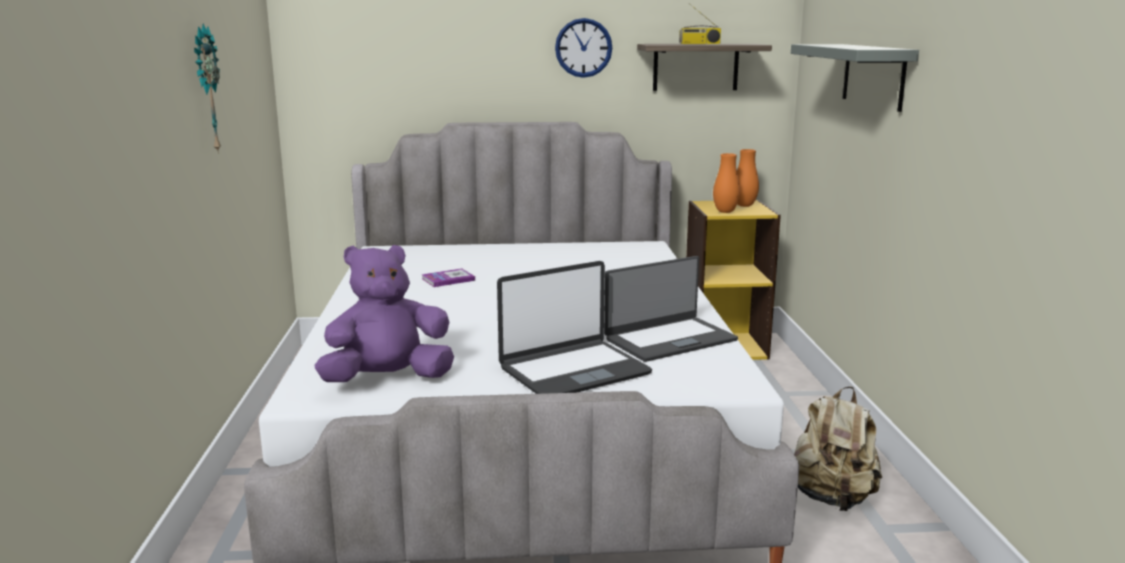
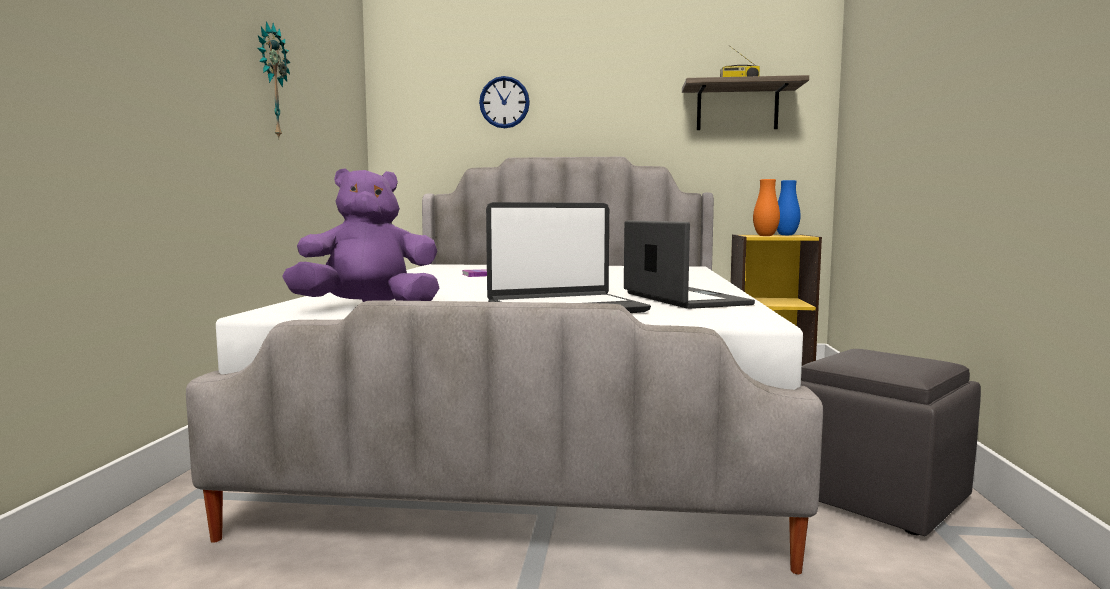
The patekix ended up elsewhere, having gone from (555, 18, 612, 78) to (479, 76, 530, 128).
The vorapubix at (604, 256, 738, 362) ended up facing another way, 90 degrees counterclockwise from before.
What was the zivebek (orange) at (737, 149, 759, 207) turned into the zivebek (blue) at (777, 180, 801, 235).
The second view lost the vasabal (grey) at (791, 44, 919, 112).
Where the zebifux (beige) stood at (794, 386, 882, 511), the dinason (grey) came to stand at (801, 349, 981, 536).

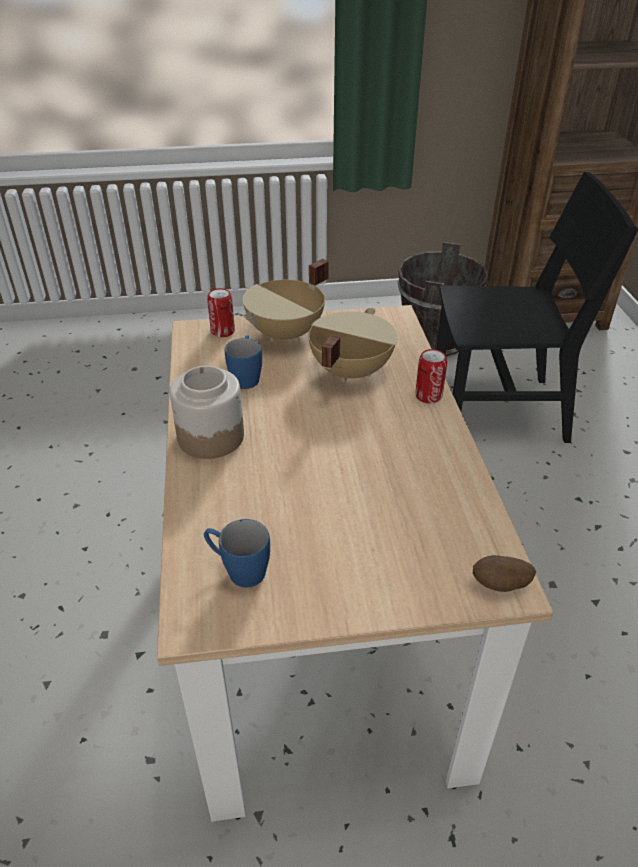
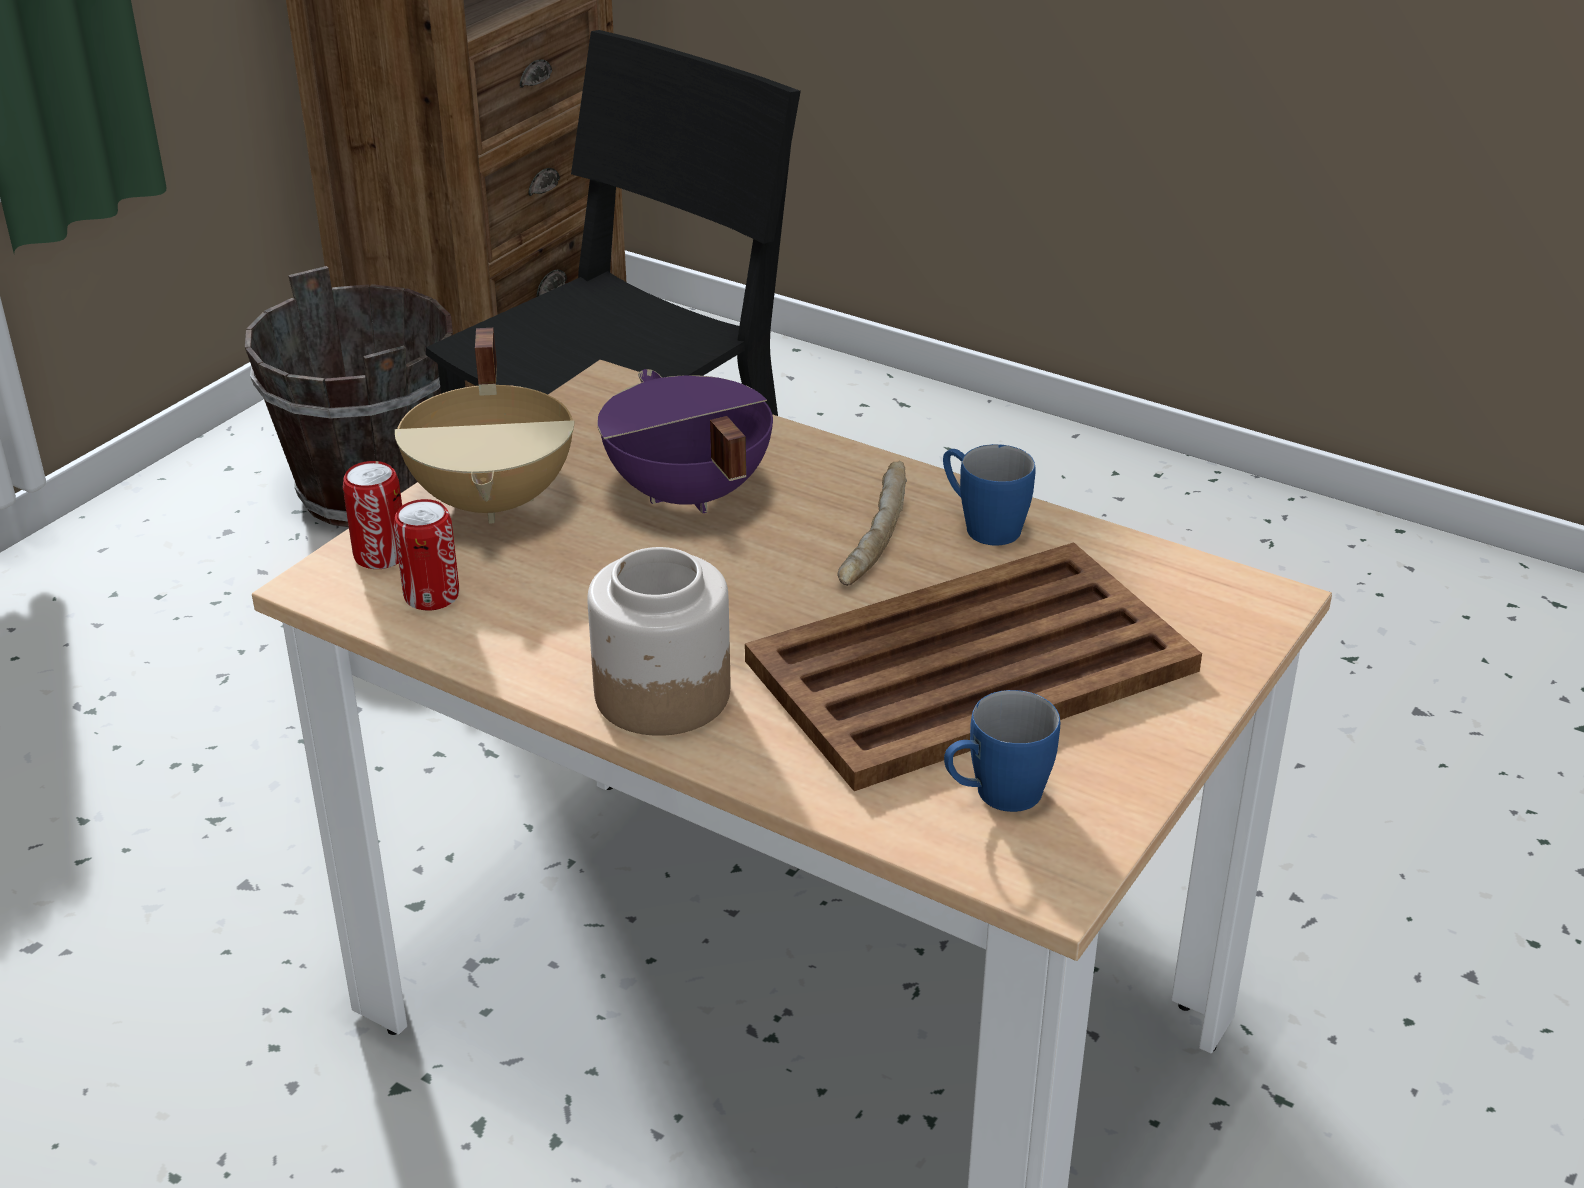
The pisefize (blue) ended up elsewhere, having gone from (225, 336, 262, 389) to (943, 444, 1036, 545).
What was the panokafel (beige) at (308, 308, 397, 382) turned into the panokafel (purple) at (597, 369, 773, 514).
The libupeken ended up elsewhere, having gone from (415, 349, 447, 403) to (394, 499, 459, 611).
The second view lost the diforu at (473, 555, 536, 592).
The second view gained the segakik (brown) at (745, 542, 1202, 791).
The second view gained the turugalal at (837, 461, 907, 586).

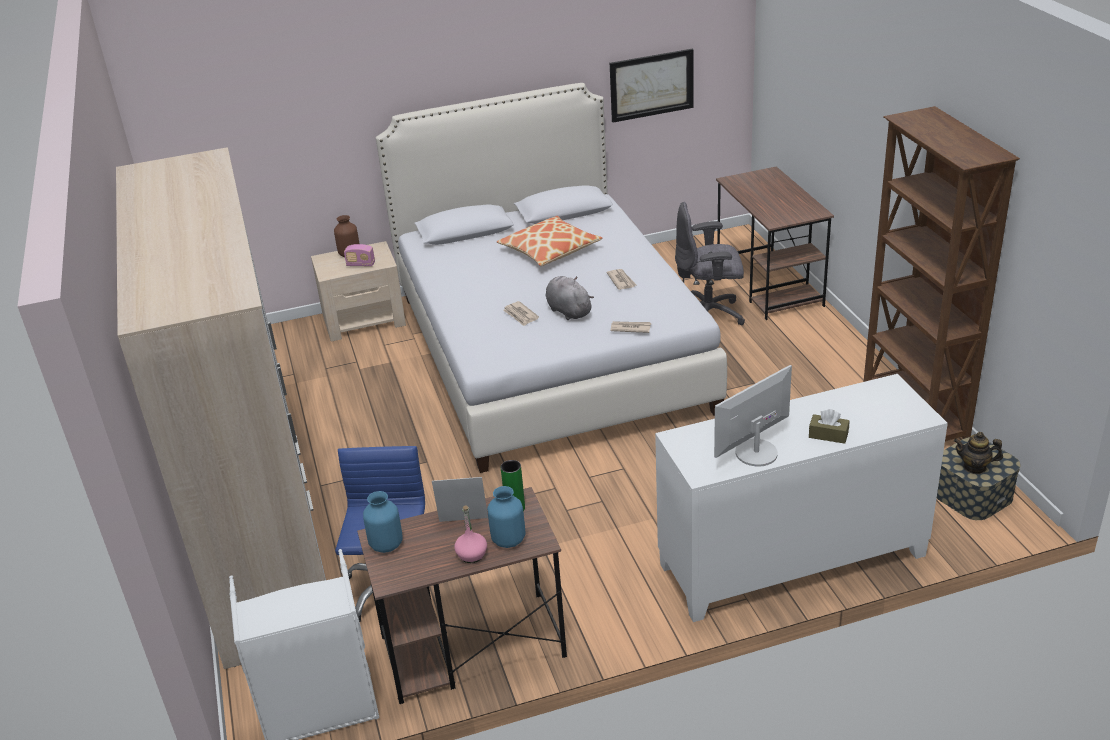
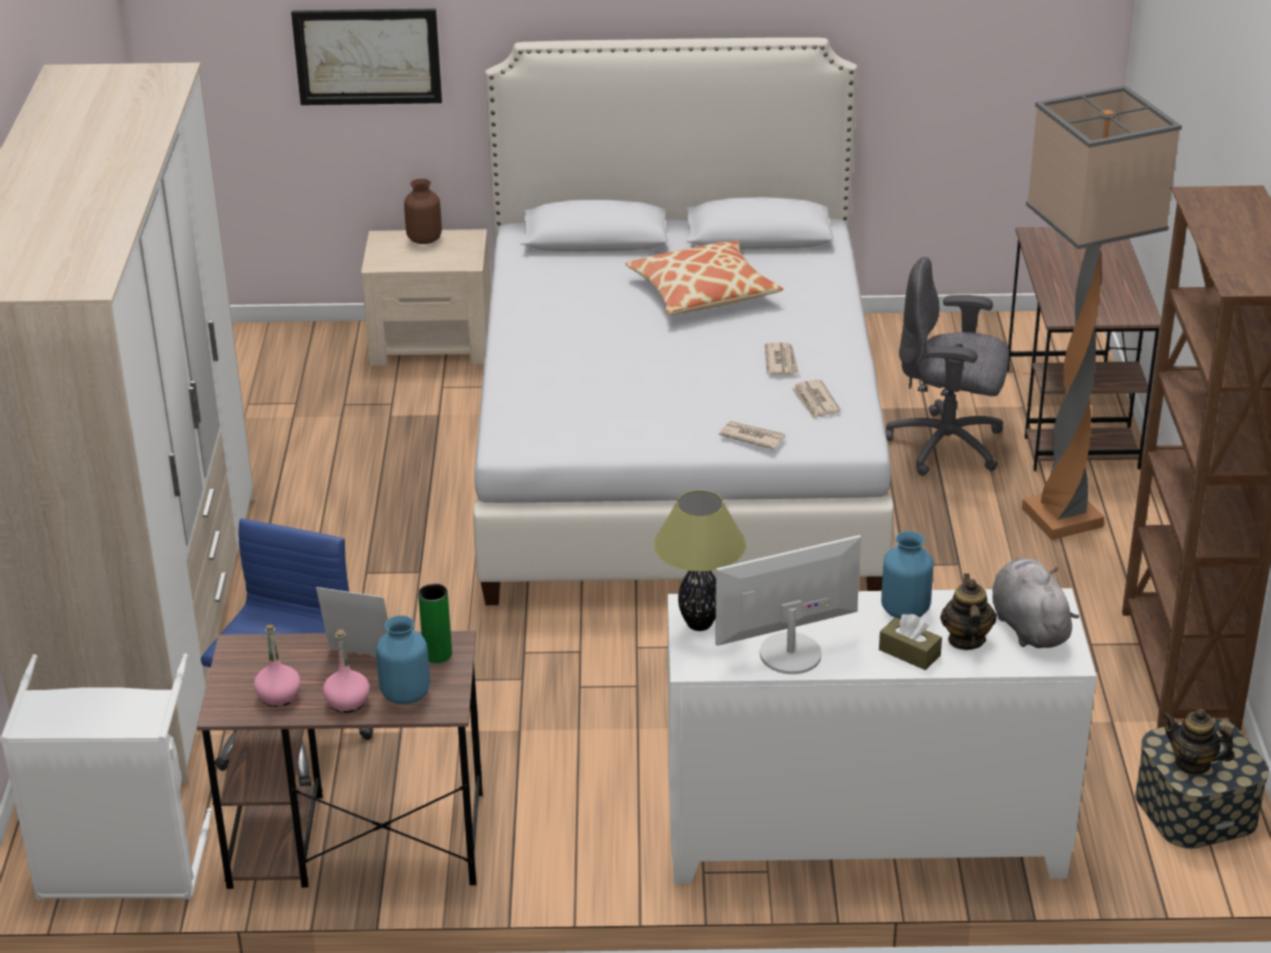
The second view lost the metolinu at (344, 244, 375, 266).
The zivebek (blue) ended up elsewhere, having gone from (363, 491, 403, 553) to (881, 531, 933, 619).
The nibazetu ended up elsewhere, having gone from (503, 301, 539, 326) to (792, 379, 841, 419).
The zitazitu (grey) ended up elsewhere, having gone from (546, 276, 594, 320) to (992, 558, 1079, 648).
The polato ended up elsewhere, having gone from (610, 49, 694, 122) to (291, 8, 442, 105).
The second view gained the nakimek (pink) at (254, 625, 301, 707).
The second view gained the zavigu at (654, 490, 746, 631).
The second view gained the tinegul at (940, 573, 997, 650).
The second view gained the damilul at (1022, 85, 1182, 540).

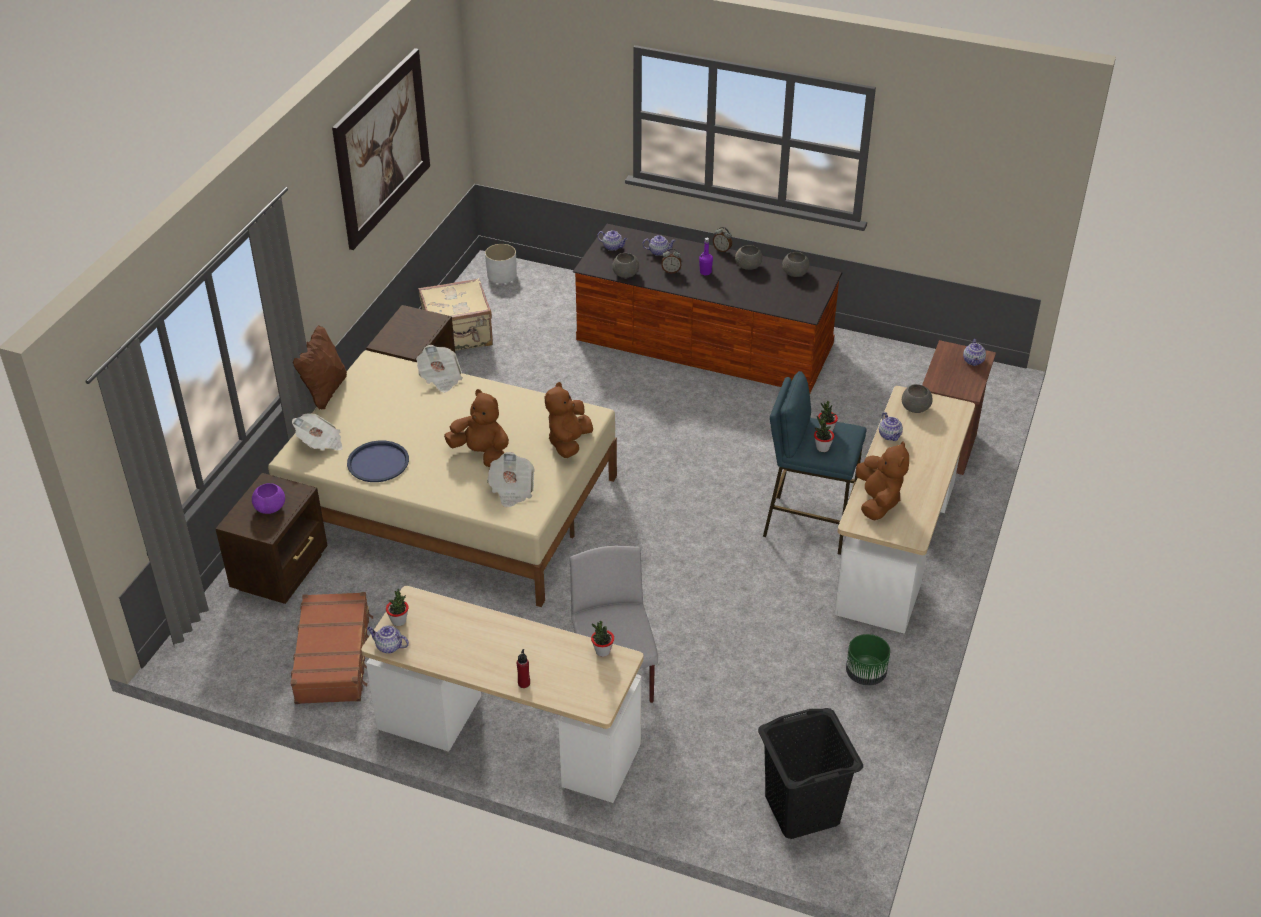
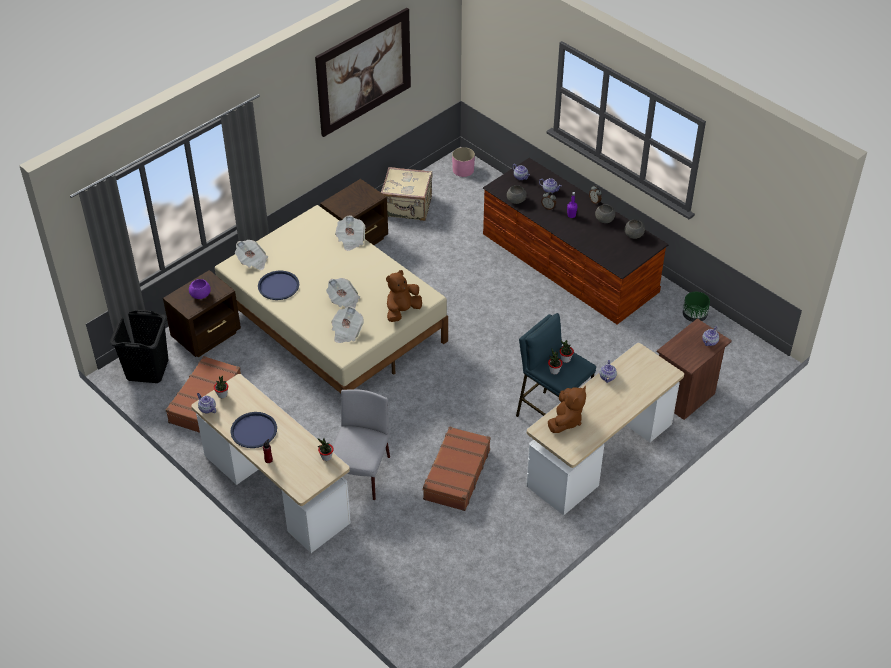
The second view lost the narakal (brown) at (293, 326, 347, 410).
Where the zitazitu (brown) stood at (444, 389, 509, 467), the nibazetu came to stand at (326, 278, 360, 307).
What was the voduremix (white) at (485, 244, 517, 284) turned into the voduremix (pink) at (452, 147, 475, 177).
The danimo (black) ended up elsewhere, having gone from (758, 708, 863, 839) to (109, 310, 169, 383).
The voduremix (green) ended up elsewhere, having gone from (846, 634, 890, 686) to (683, 292, 710, 322).
The second view lost the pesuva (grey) at (902, 384, 933, 413).
The second view gained the segakik (blue) at (230, 412, 277, 448).
The second view gained the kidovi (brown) at (422, 426, 491, 511).

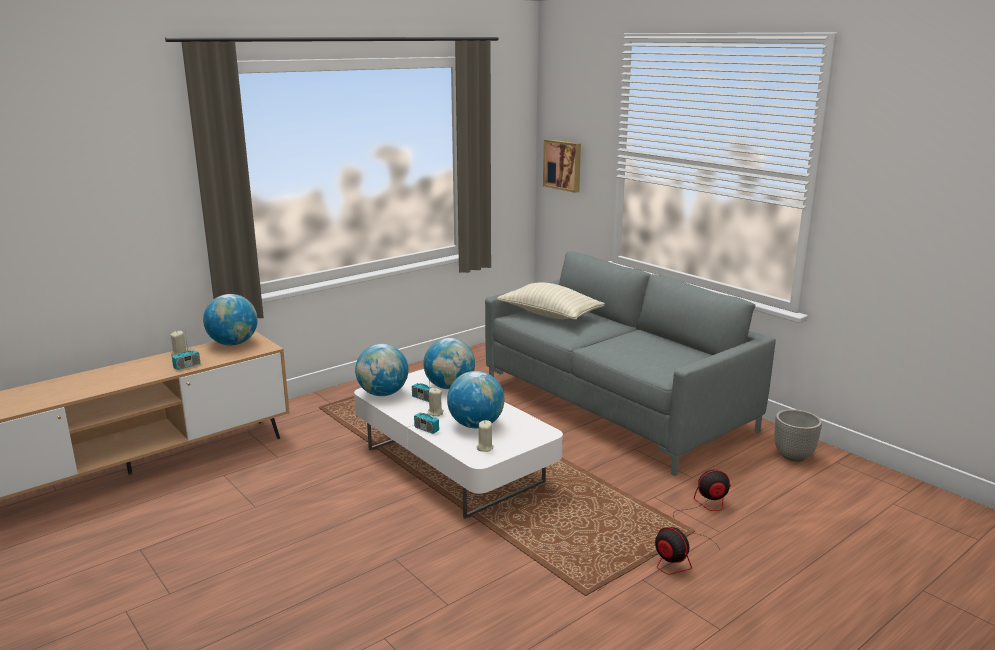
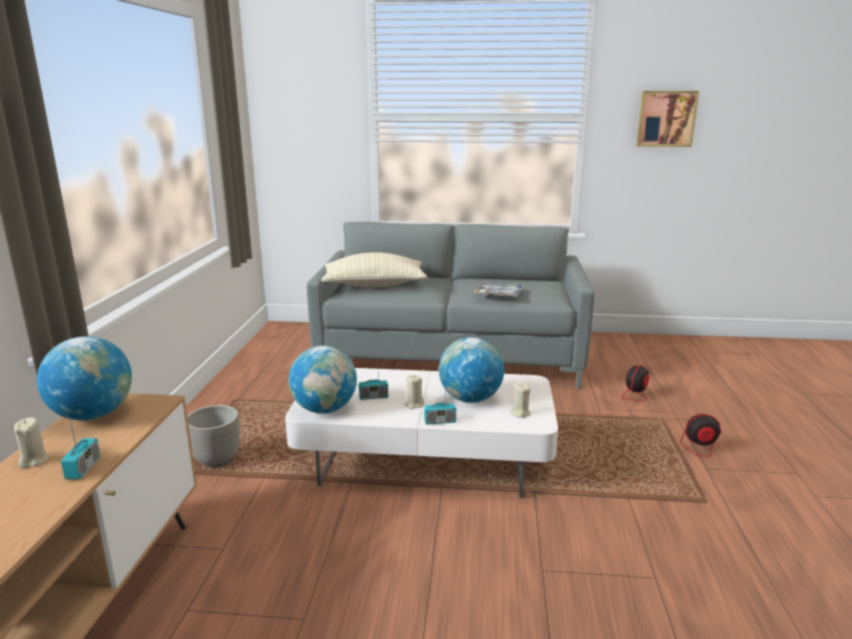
The second view lost the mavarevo at (423, 338, 475, 389).
The polato ended up elsewhere, having gone from (543, 139, 581, 193) to (636, 91, 699, 147).
The voduremix ended up elsewhere, having gone from (774, 409, 822, 462) to (187, 405, 240, 467).
The second view gained the segakik at (474, 283, 524, 298).

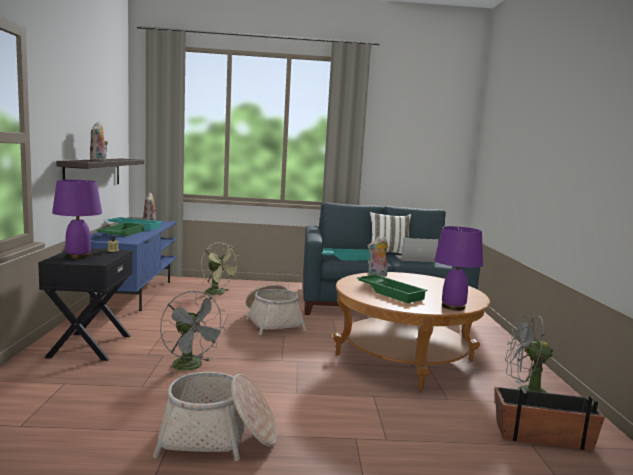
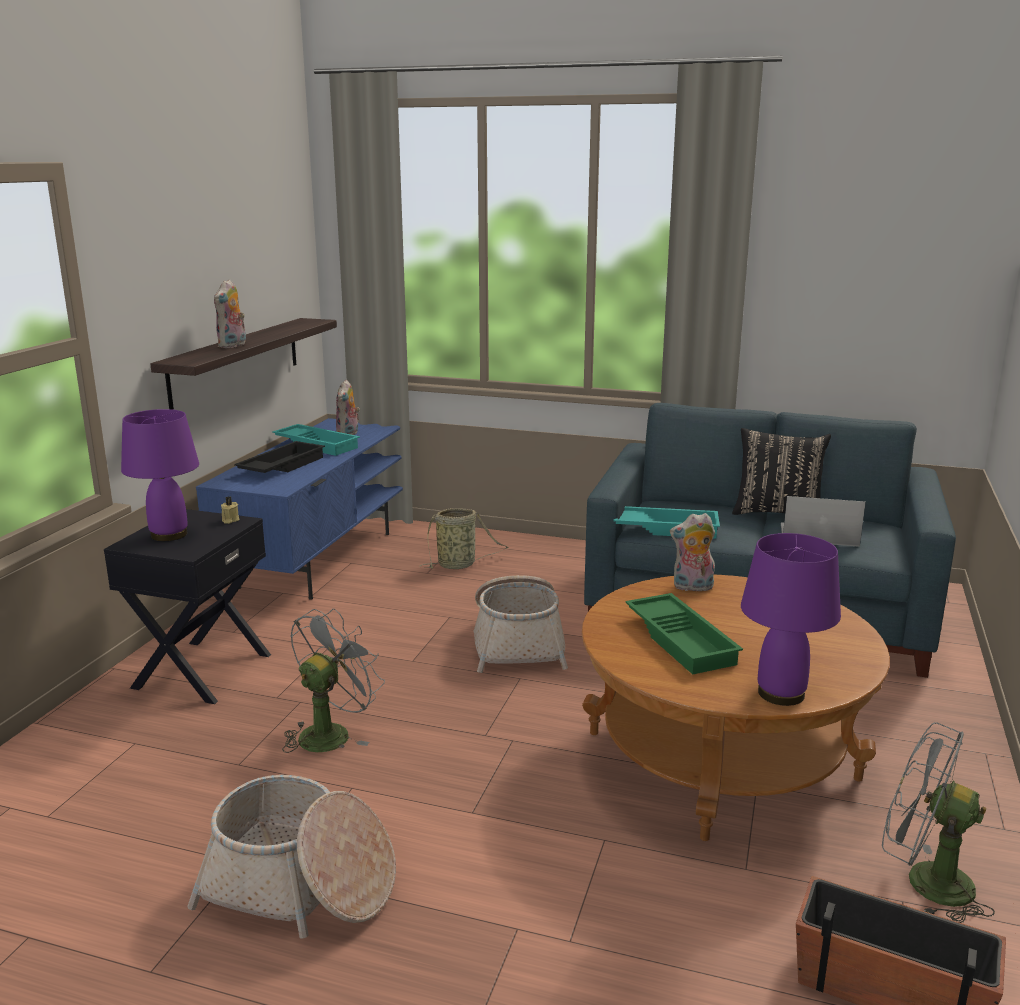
What was the segakik (green) at (96, 223, 145, 236) turned into the segakik (black) at (234, 441, 325, 473).
The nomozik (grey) at (160, 291, 225, 375) ended up facing another way, 120 degrees counterclockwise from before.
Where the nomozik (green) stood at (201, 242, 241, 297), the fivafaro came to stand at (419, 508, 509, 569).
What was the narakal (white) at (370, 212, 411, 254) turned into the narakal (black) at (732, 428, 831, 515).

